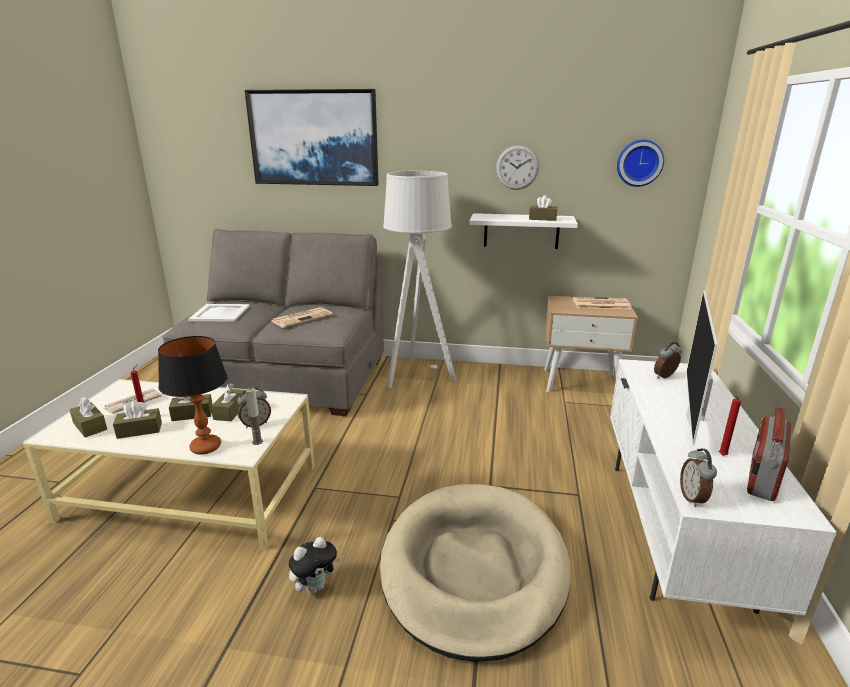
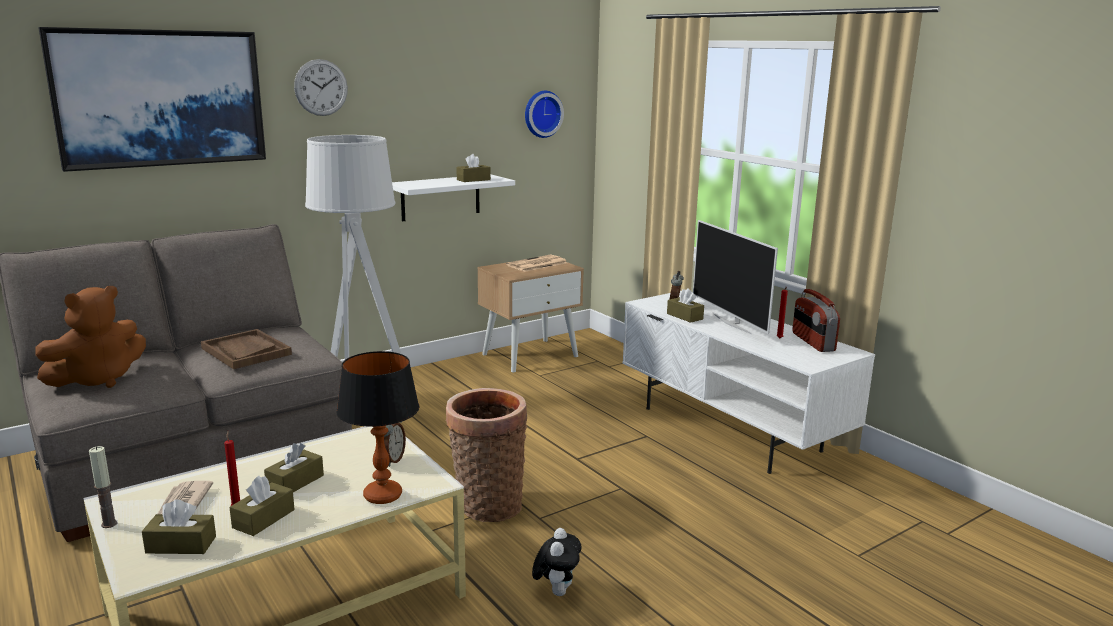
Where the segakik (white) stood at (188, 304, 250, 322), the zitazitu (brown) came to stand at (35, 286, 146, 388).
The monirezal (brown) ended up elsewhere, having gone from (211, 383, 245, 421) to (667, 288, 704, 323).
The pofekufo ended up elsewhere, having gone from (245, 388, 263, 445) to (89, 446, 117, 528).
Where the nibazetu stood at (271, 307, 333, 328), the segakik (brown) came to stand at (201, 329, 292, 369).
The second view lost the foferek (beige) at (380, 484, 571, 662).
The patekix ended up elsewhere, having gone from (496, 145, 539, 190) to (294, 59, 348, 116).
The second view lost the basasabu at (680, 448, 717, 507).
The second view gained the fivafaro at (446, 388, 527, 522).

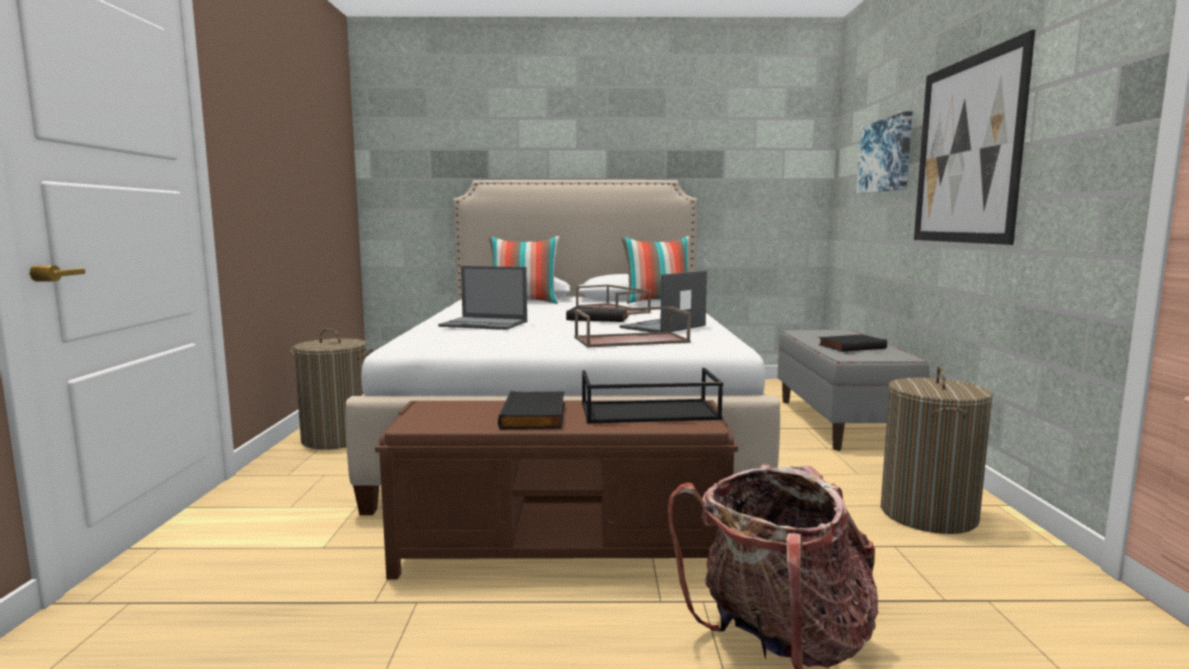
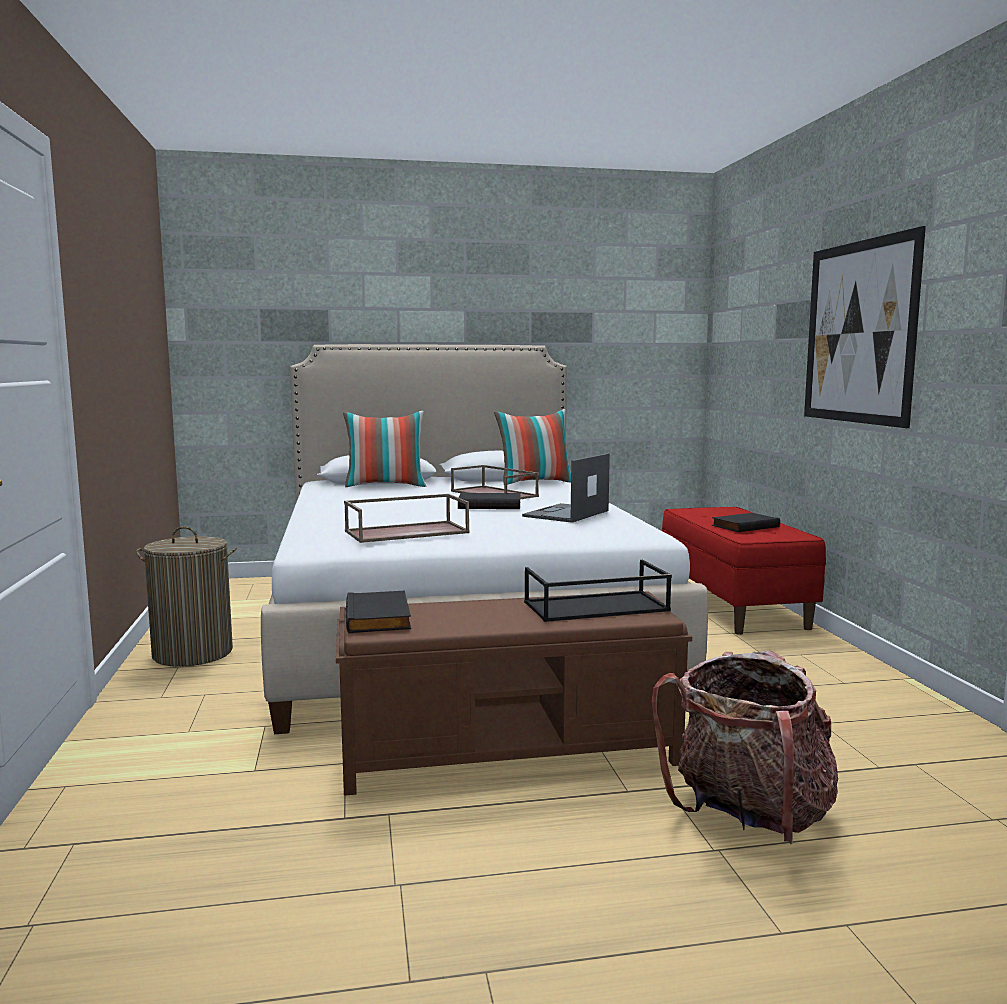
The second view lost the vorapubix at (438, 266, 527, 330).
The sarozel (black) ended up elsewhere, having gone from (498, 391, 565, 429) to (346, 591, 411, 633).
The segakik (brown) ended up elsewhere, having gone from (575, 306, 691, 347) to (344, 494, 470, 543).
What was the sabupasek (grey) at (778, 330, 929, 451) turned into the sabupasek (red) at (662, 507, 826, 635).
The second view lost the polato at (856, 111, 913, 194).
The second view lost the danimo at (881, 366, 993, 534).

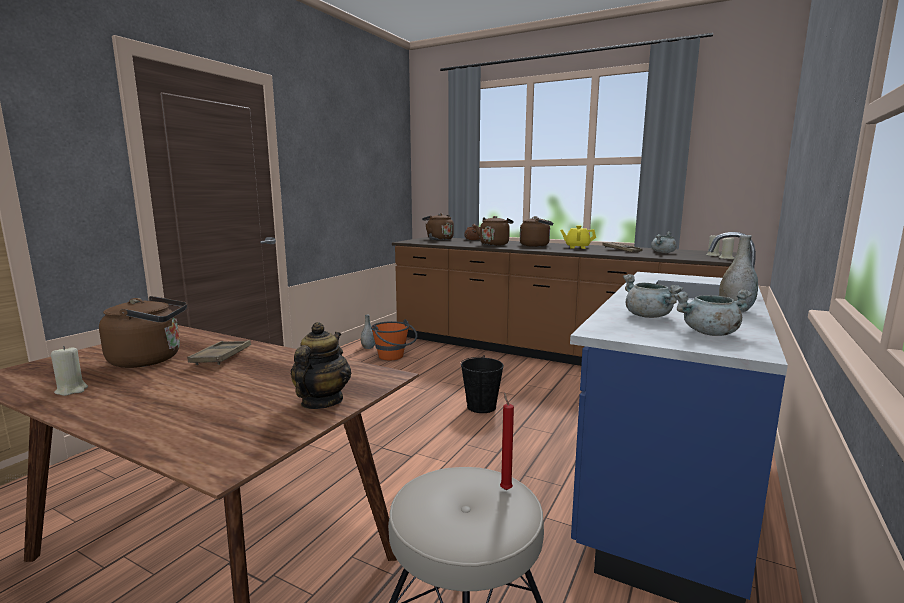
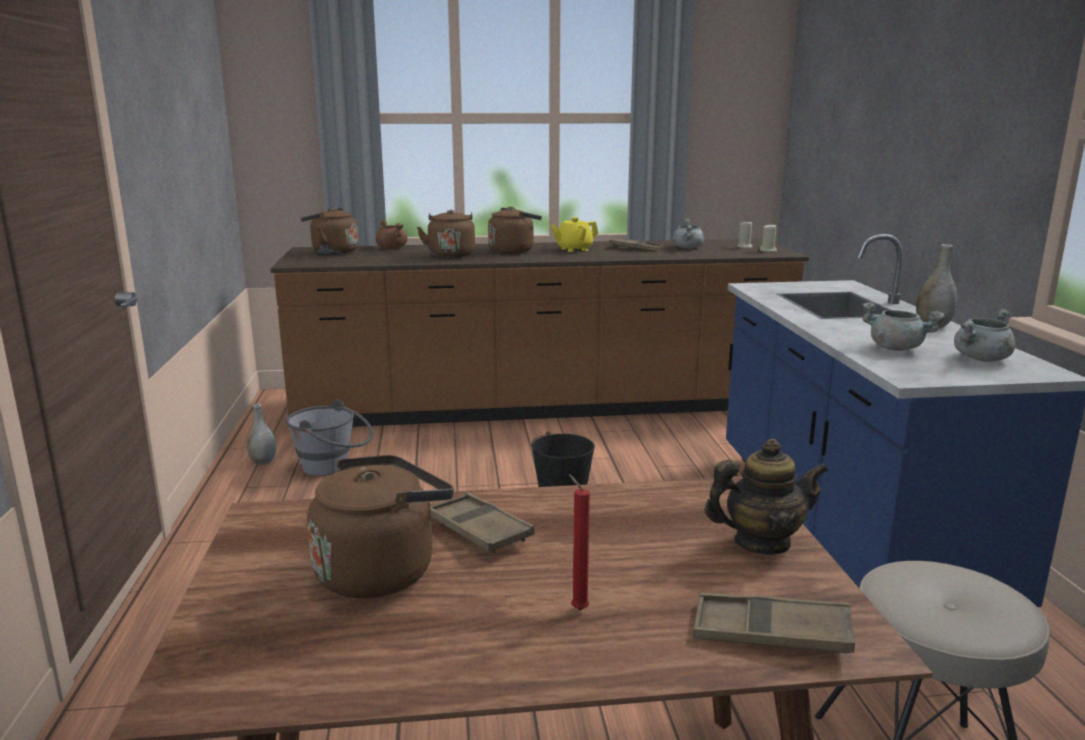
The second view lost the pofekufo (beige) at (51, 346, 88, 396).
The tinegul at (291, 322, 351, 409) ended up facing another way, 105 degrees clockwise from before.
What was the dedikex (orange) at (371, 319, 417, 360) turned into the dedikex (grey) at (286, 399, 373, 476).
The pofekufo (red) ended up elsewhere, having gone from (500, 392, 514, 490) to (569, 474, 590, 610).
The second view gained the segakik (brown) at (693, 593, 855, 653).

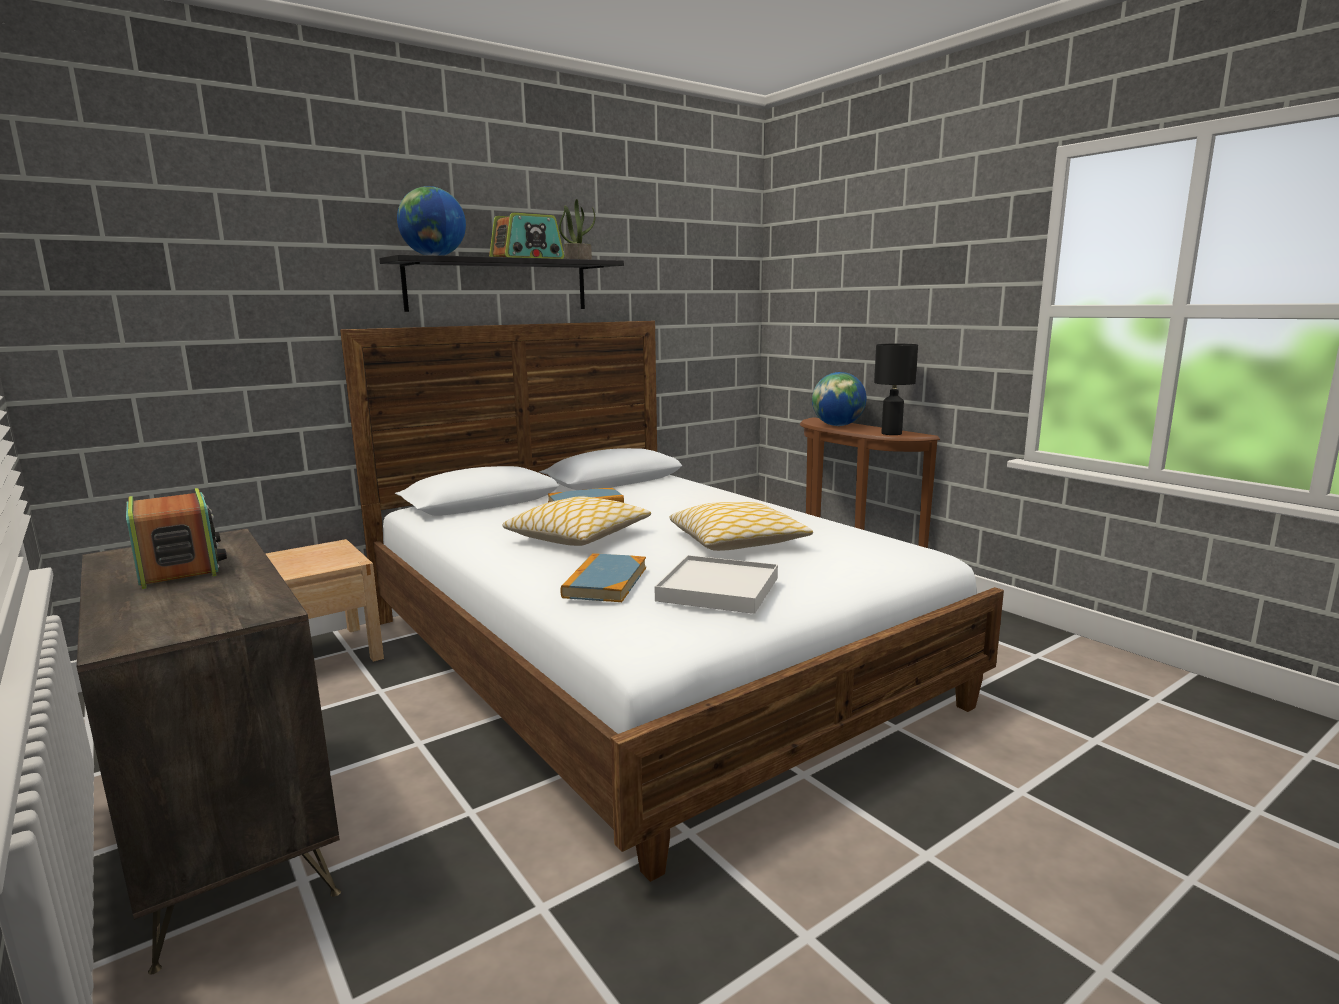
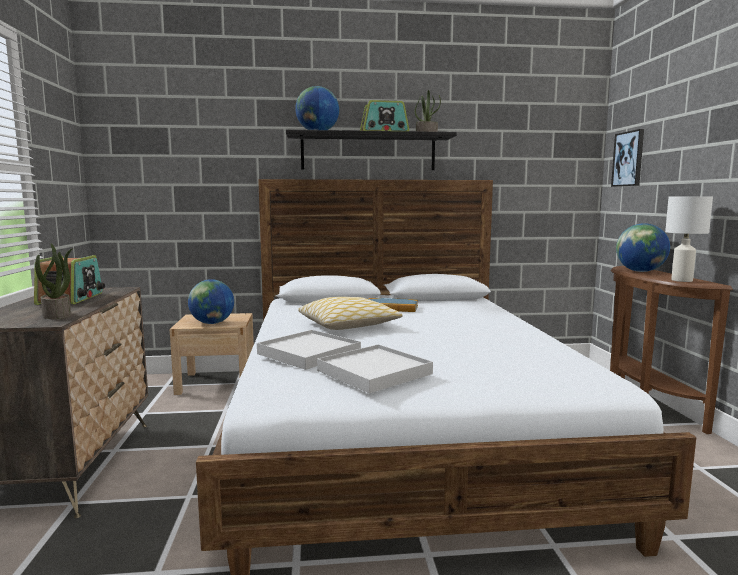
Where the sarozel stood at (560, 553, 646, 602), the segakik (white) came to stand at (257, 330, 361, 370).
The second view lost the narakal at (669, 502, 813, 551).
What was the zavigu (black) at (874, 344, 918, 435) turned into the zavigu (white) at (665, 196, 713, 282).
The second view gained the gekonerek at (35, 243, 73, 319).
The second view gained the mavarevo at (188, 279, 234, 324).
The second view gained the polato at (611, 129, 644, 187).

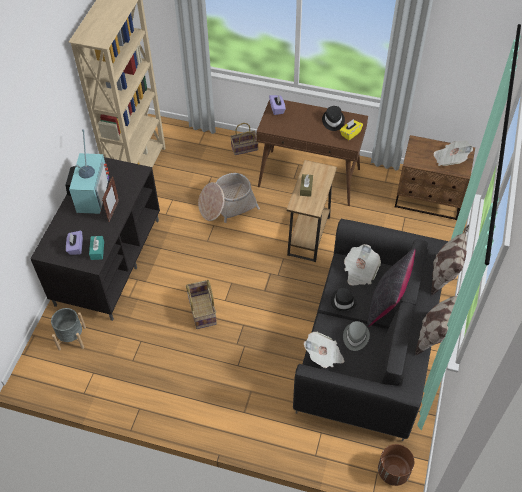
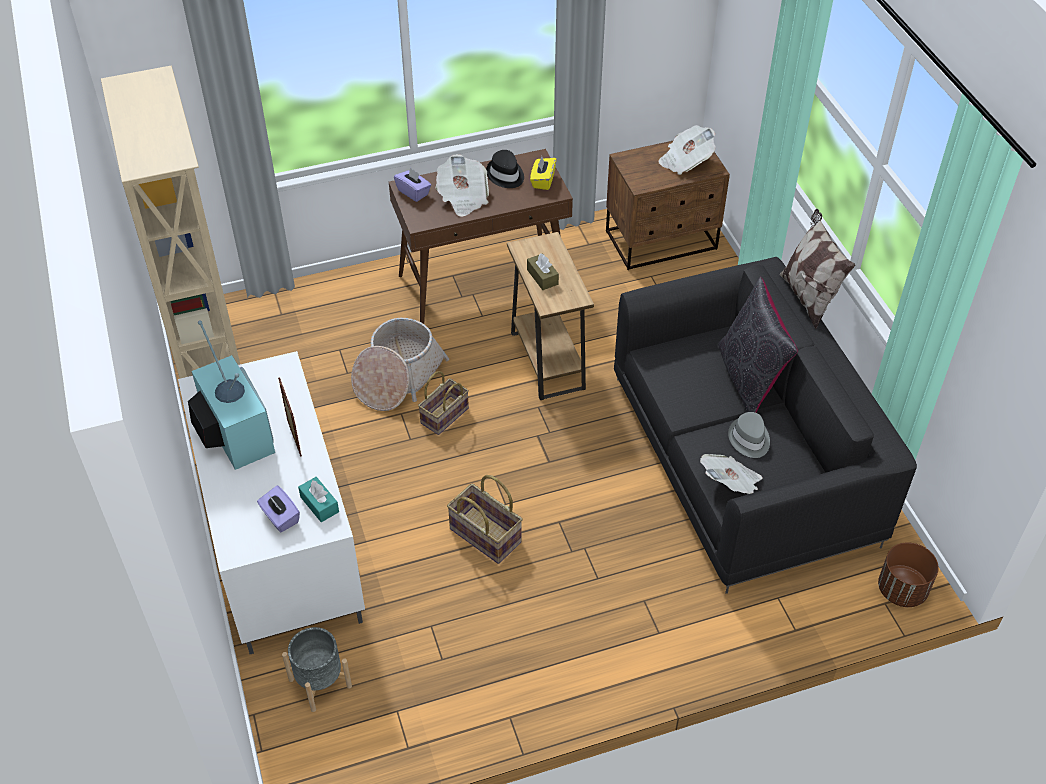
What was the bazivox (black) at (30, 157, 160, 321) turned into the bazivox (white) at (178, 351, 365, 654).
The fivafaro ended up elsewhere, having gone from (230, 123, 258, 155) to (418, 371, 469, 435).
The second view lost the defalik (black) at (331, 288, 357, 311).
The nibazetu ended up elsewhere, having gone from (344, 244, 381, 285) to (435, 154, 489, 217).
The second view lost the narakal at (415, 294, 458, 356).

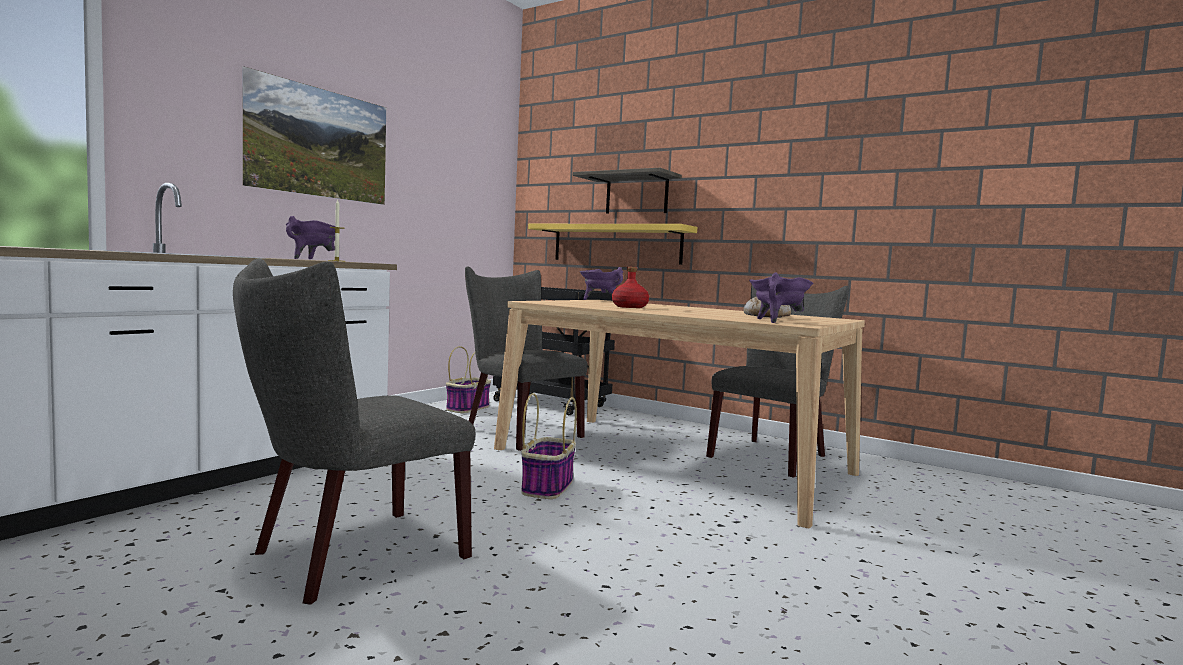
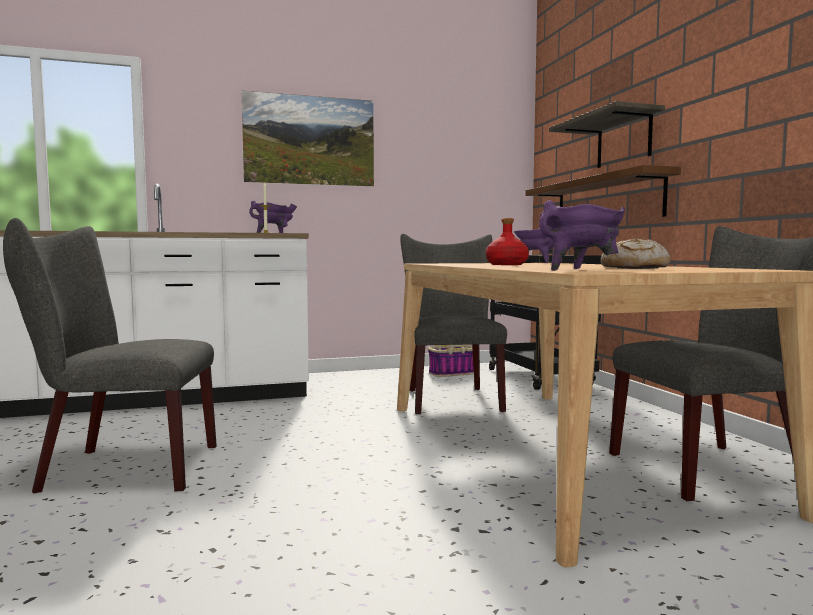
The second view lost the fivafaro at (521, 393, 577, 499).
What was the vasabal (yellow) at (528, 224, 697, 265) turned into the vasabal (brown) at (525, 165, 681, 217).

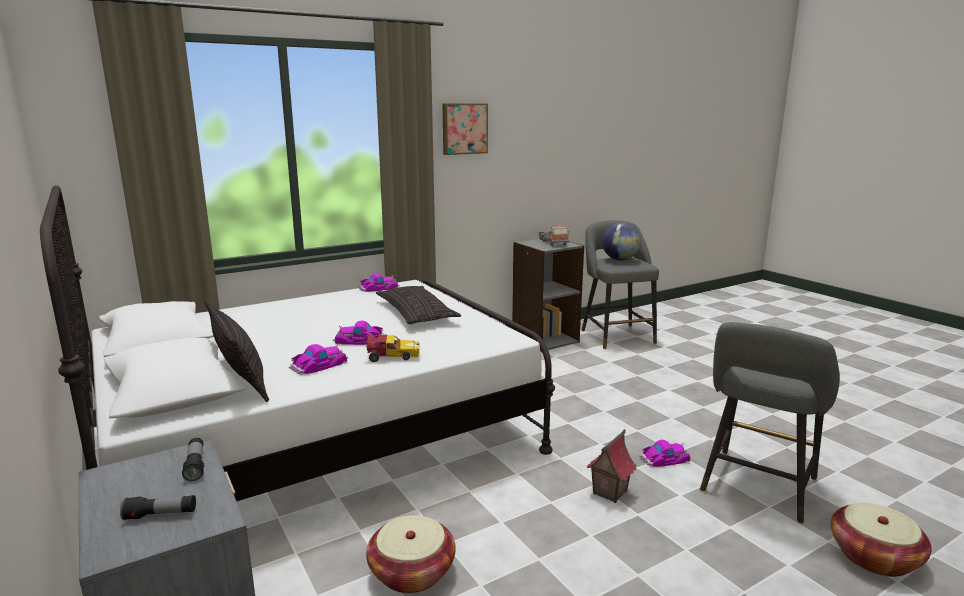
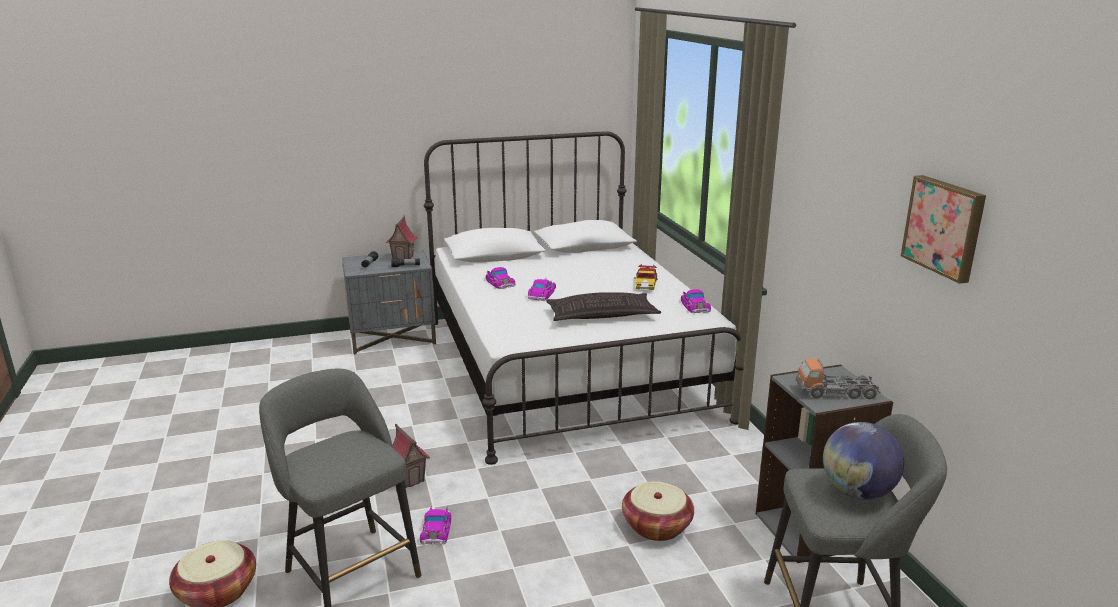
The second view lost the narakal at (205, 299, 269, 402).
The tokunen ended up elsewhere, having gone from (363, 335, 420, 362) to (634, 264, 658, 290).
The fivafaro ended up elsewhere, having gone from (366, 515, 456, 593) to (622, 481, 694, 541).
The polato ended up elsewhere, having gone from (442, 103, 488, 155) to (901, 175, 986, 284).
The second view gained the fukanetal at (386, 216, 417, 259).

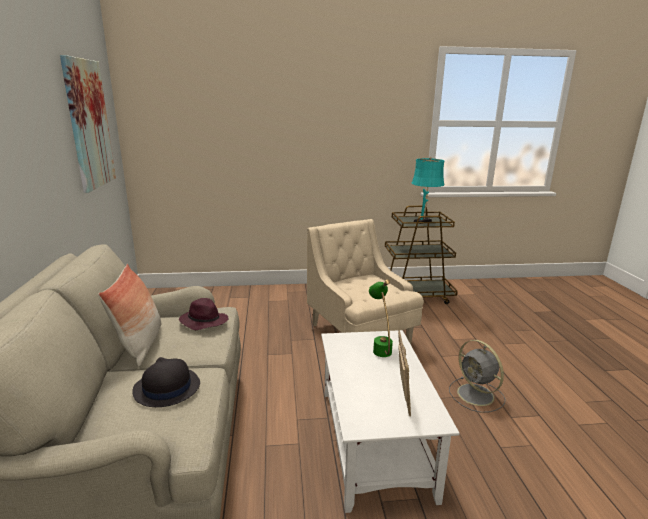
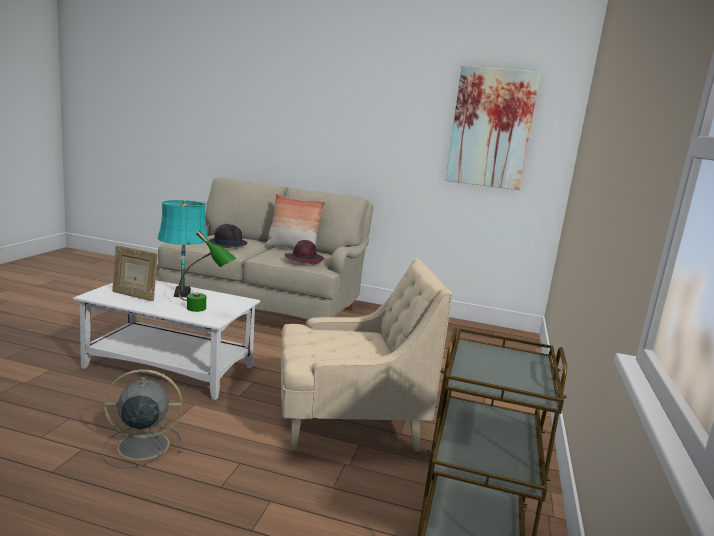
The zavigu (turquoise) ended up elsewhere, having gone from (412, 157, 445, 224) to (157, 199, 208, 297).

